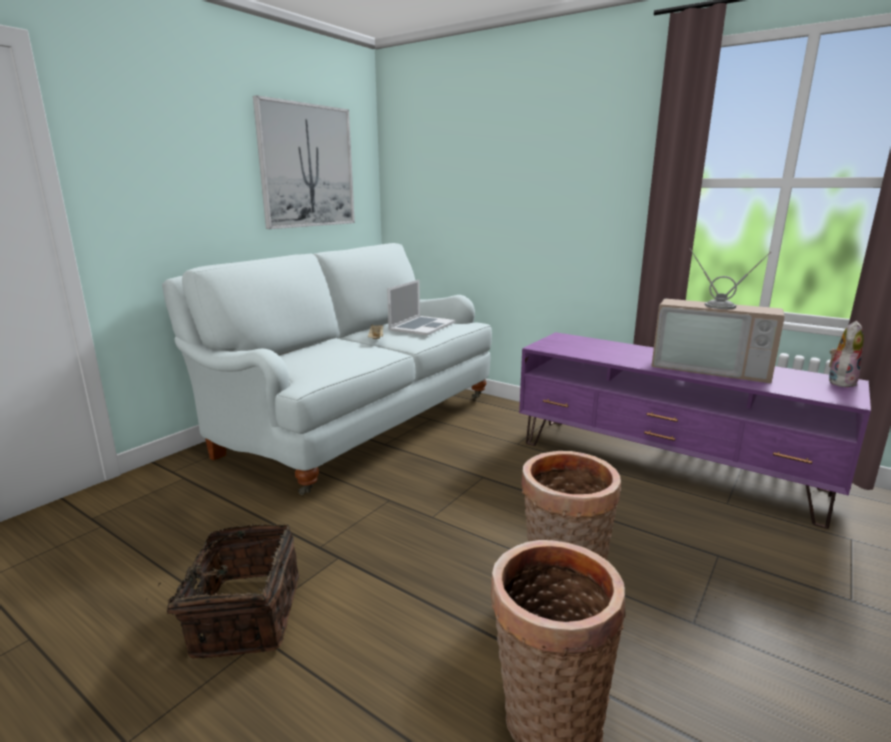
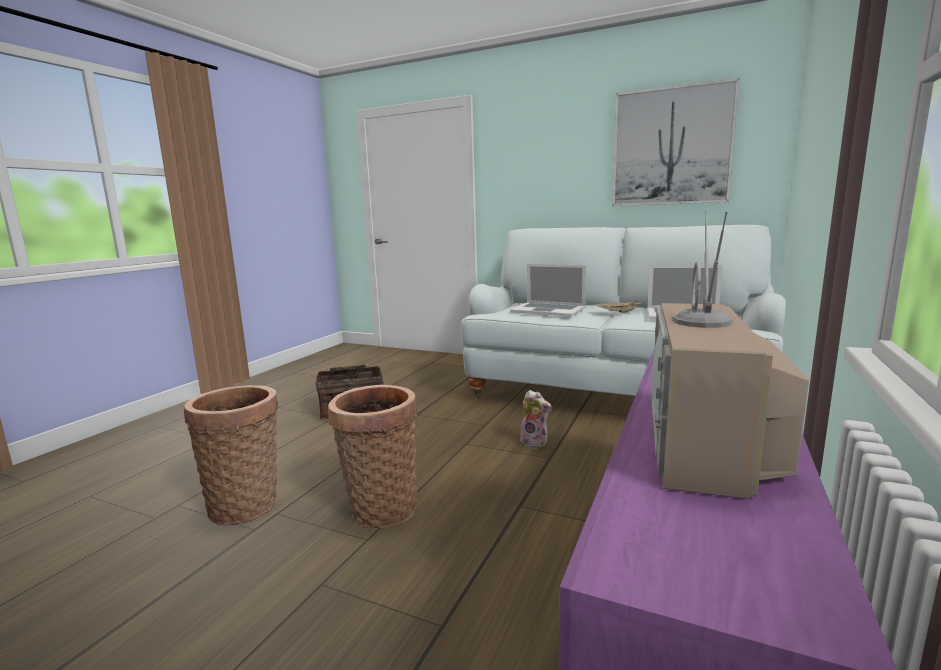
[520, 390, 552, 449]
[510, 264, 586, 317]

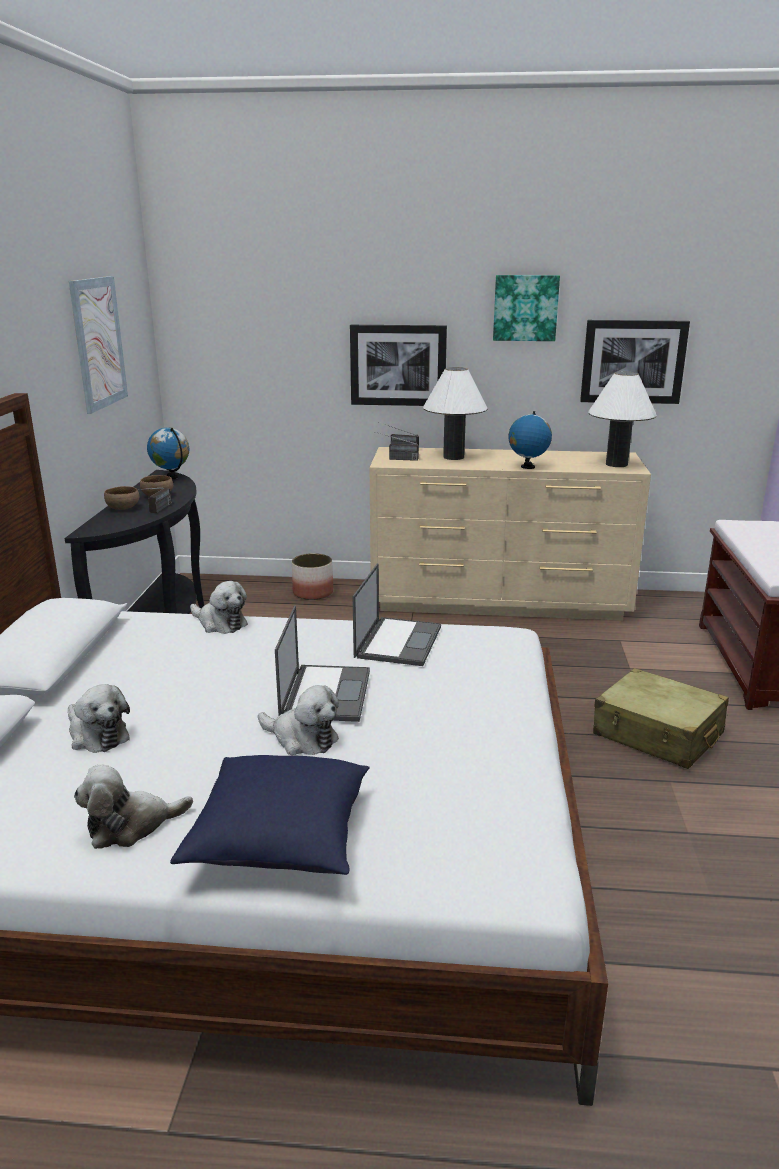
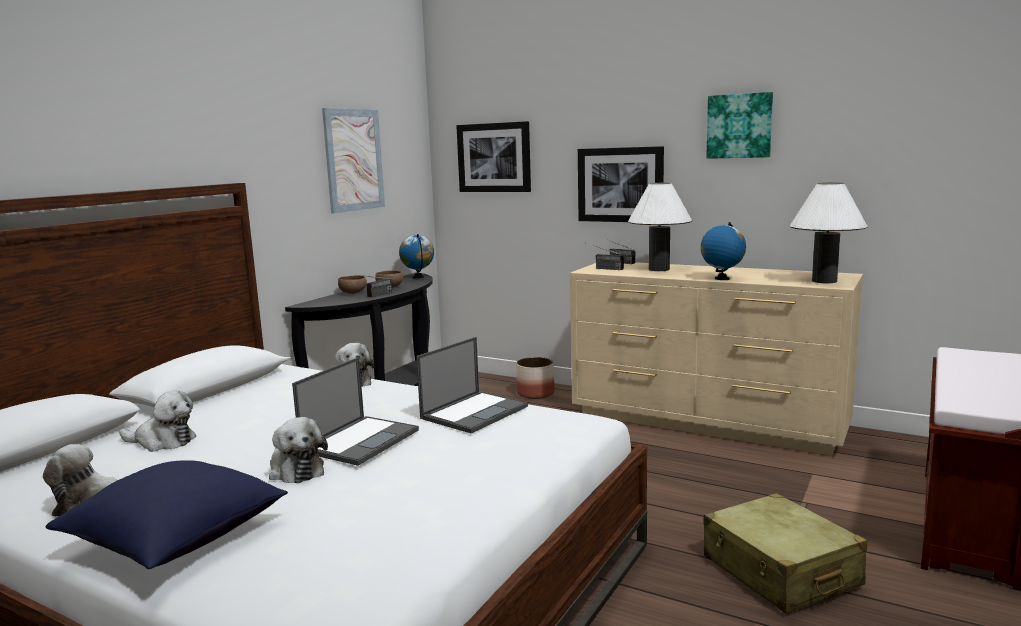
[119, 390, 196, 452]
[456, 121, 531, 192]

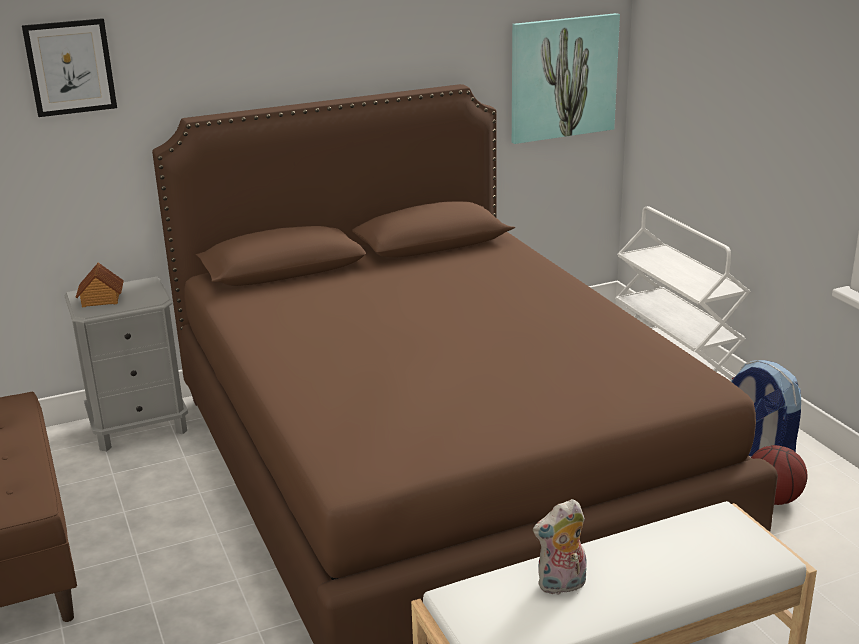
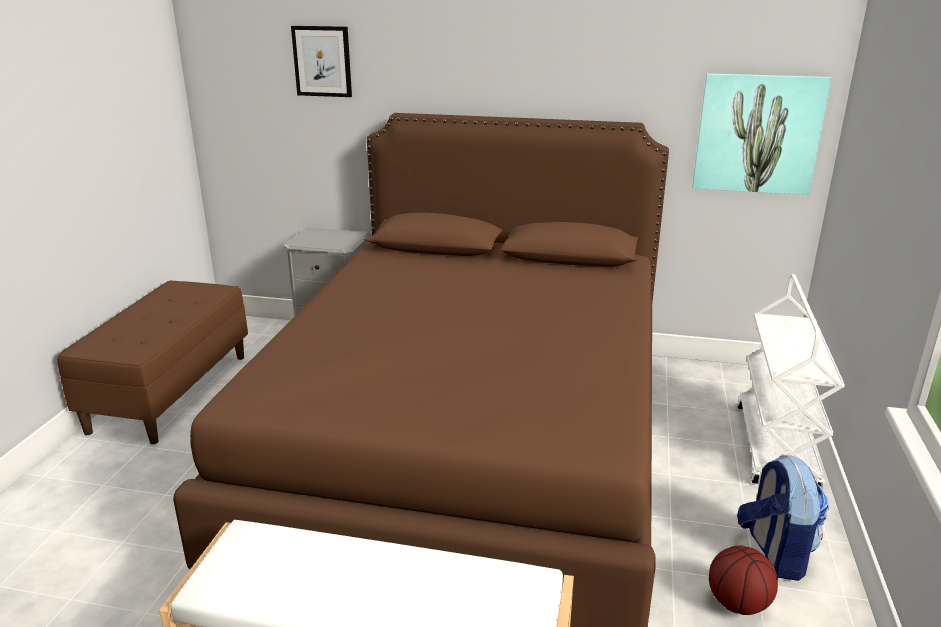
[76, 262, 124, 307] (first image)
[533, 499, 587, 595] (first image)

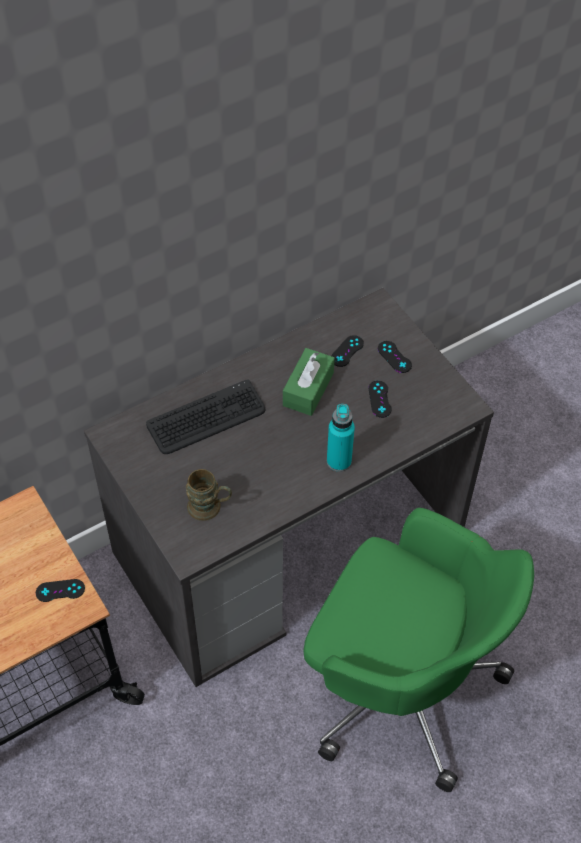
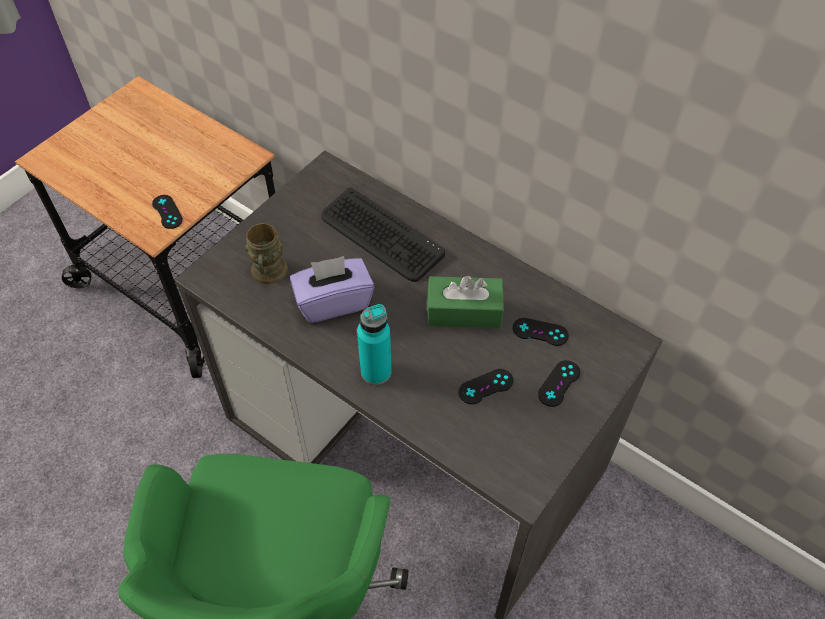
[290, 256, 375, 323]

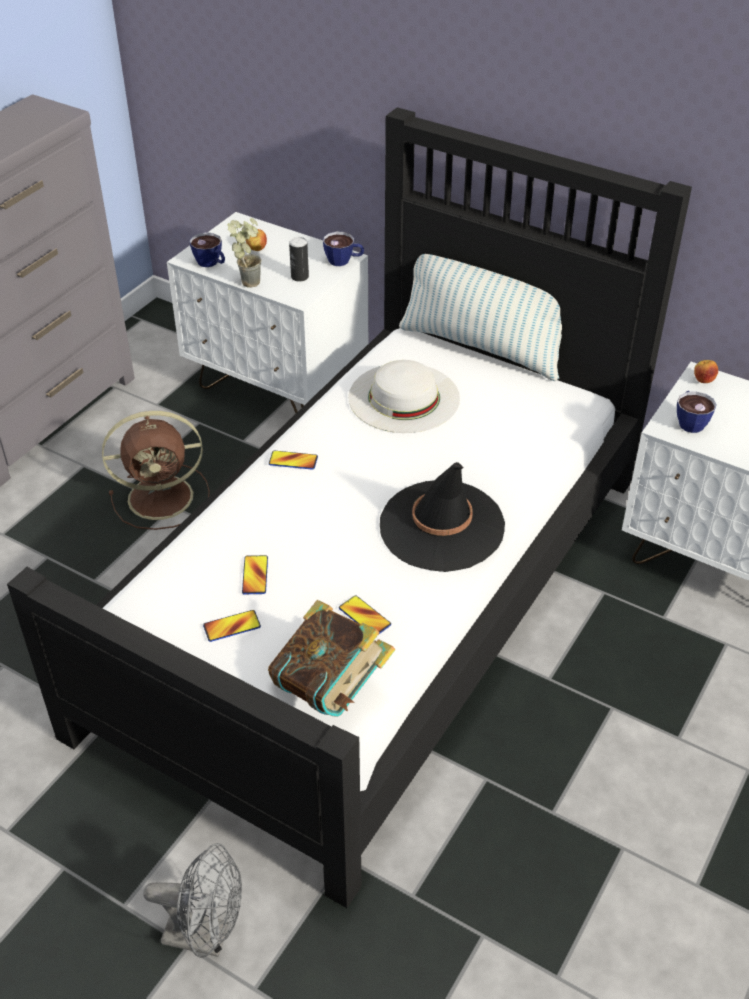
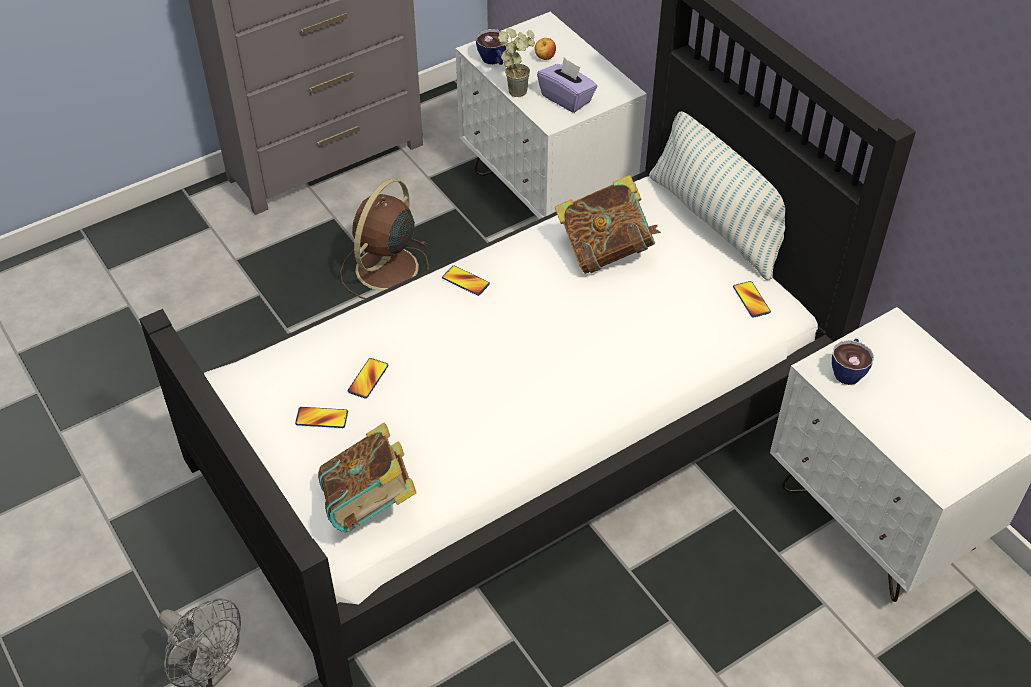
[340, 179, 429, 299]
[537, 58, 597, 113]
[323, 232, 364, 266] (first image)
[733, 281, 771, 318]
[555, 175, 661, 274]
[380, 462, 505, 572] (first image)
[694, 360, 718, 383] (first image)

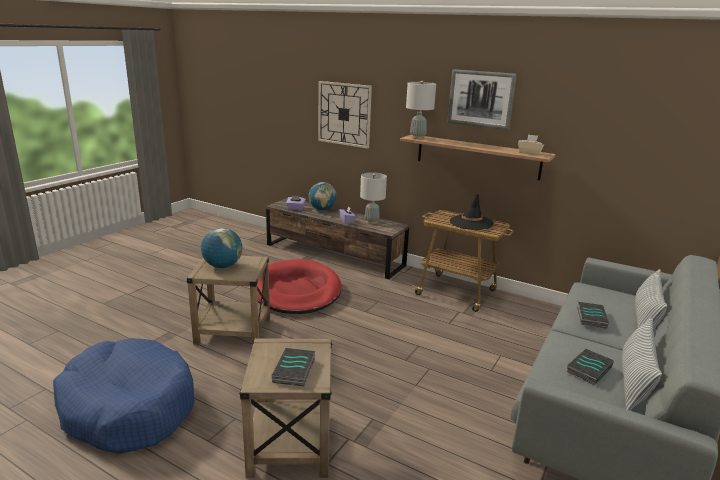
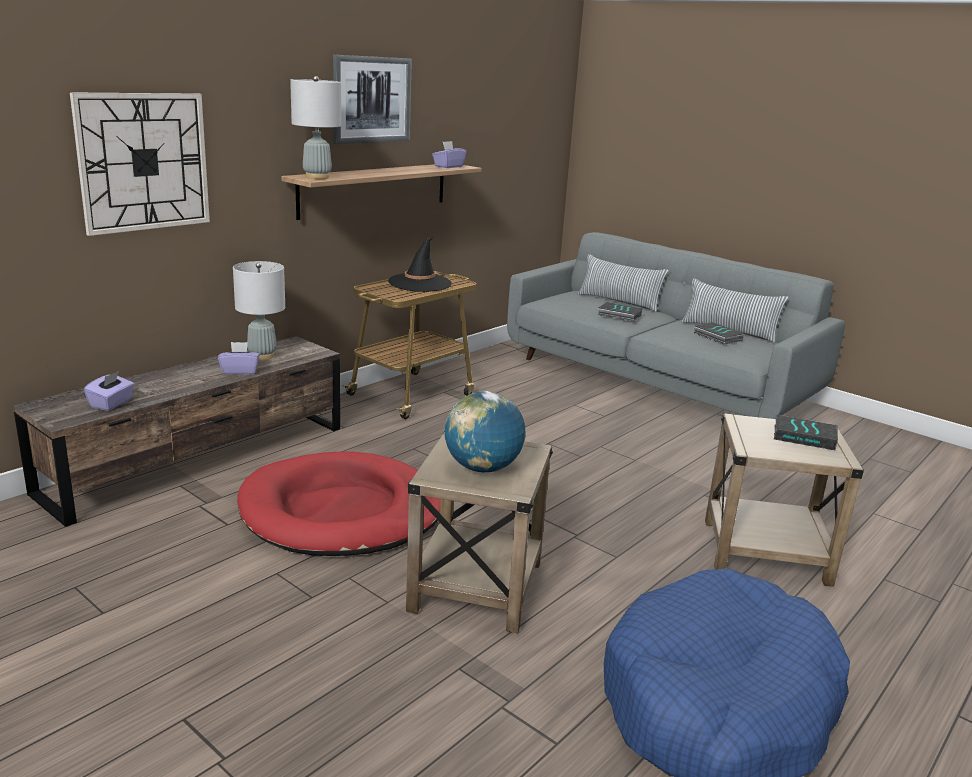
[308, 182, 337, 211] (first image)
[432, 141, 466, 168]

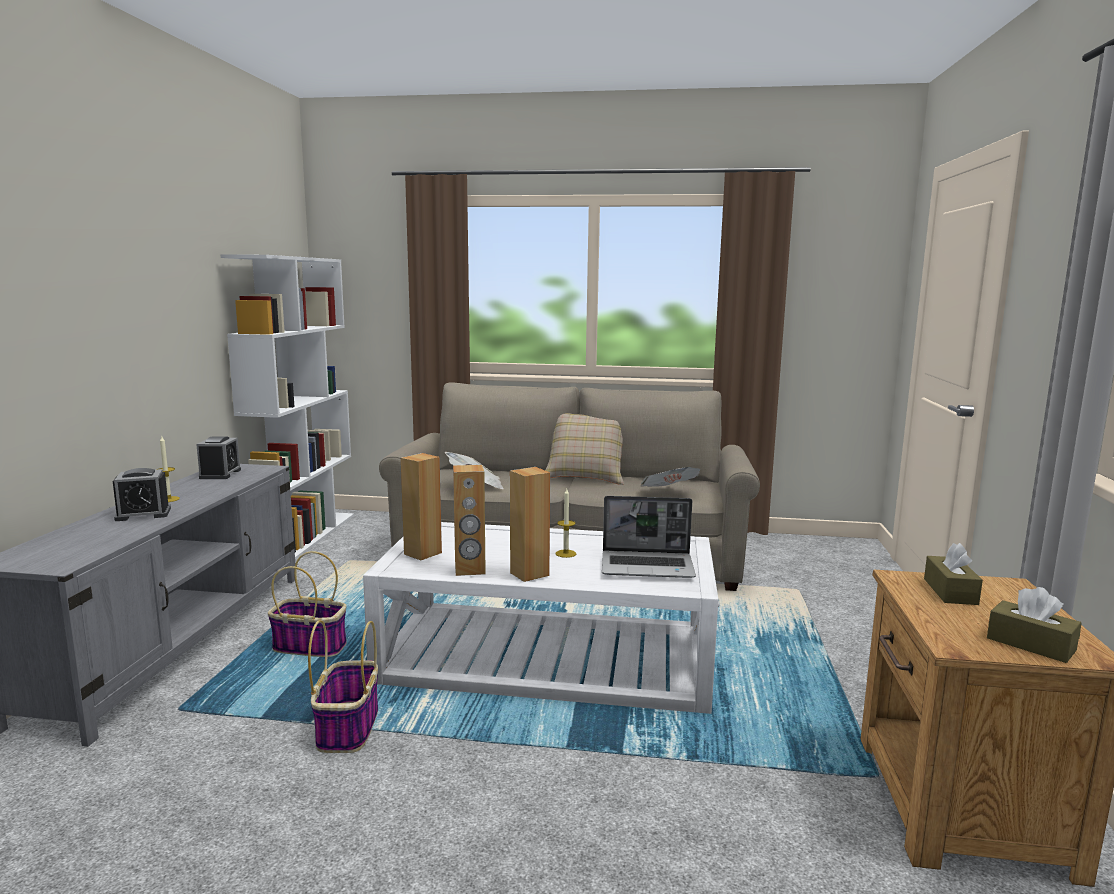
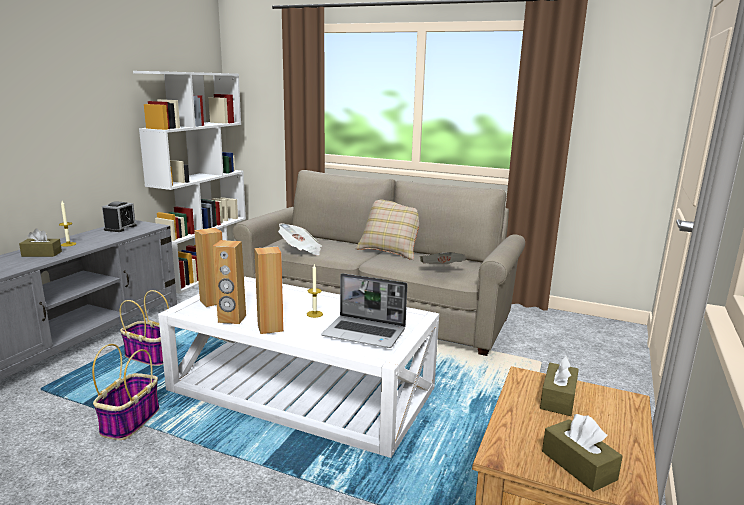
[19, 229, 62, 257]

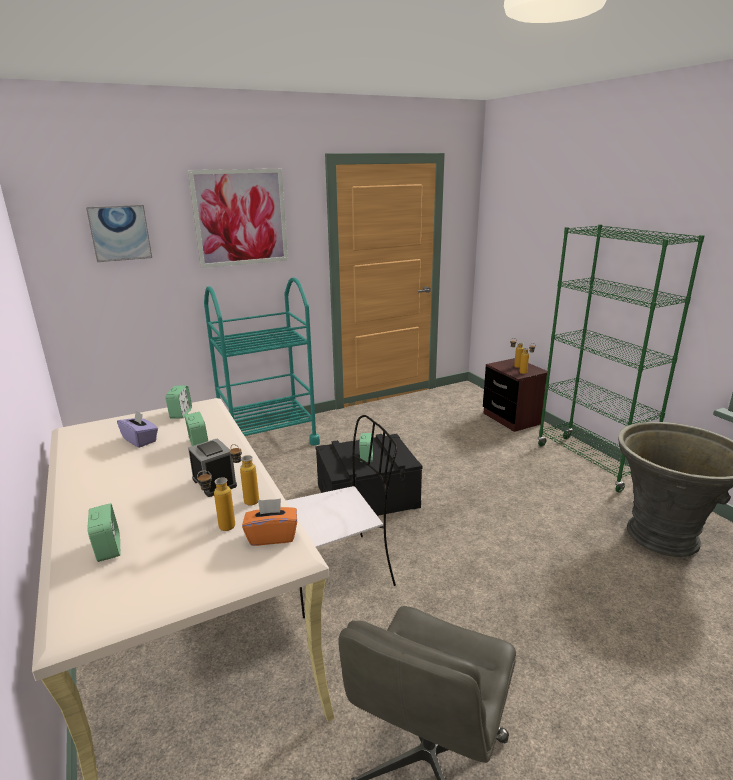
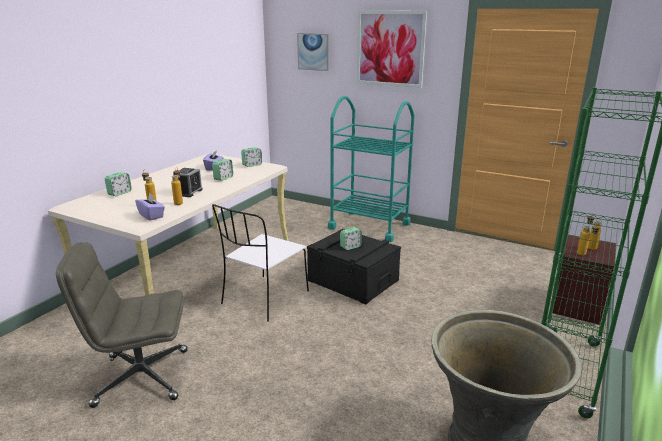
[135, 193, 165, 221]
[212, 204, 309, 321]

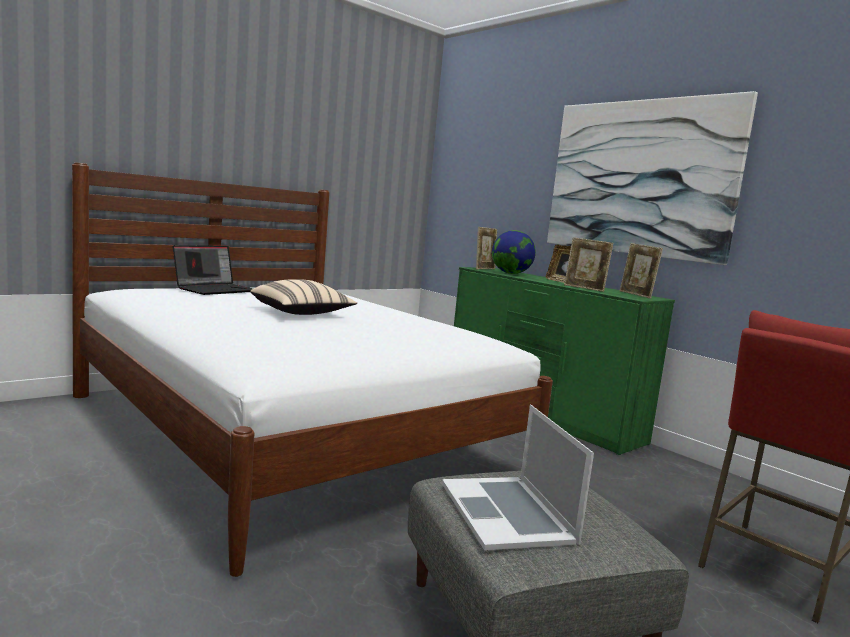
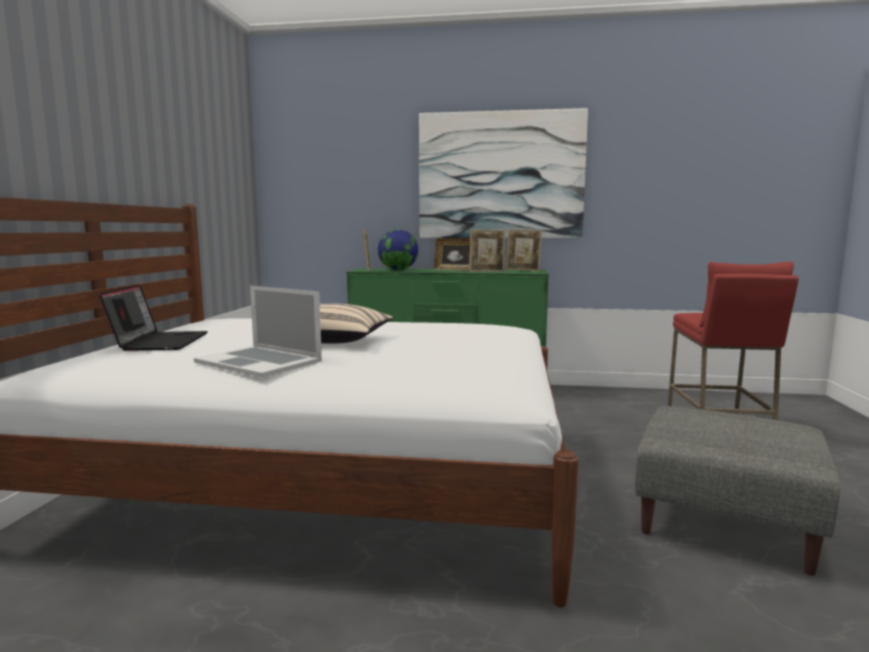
[194, 286, 322, 378]

